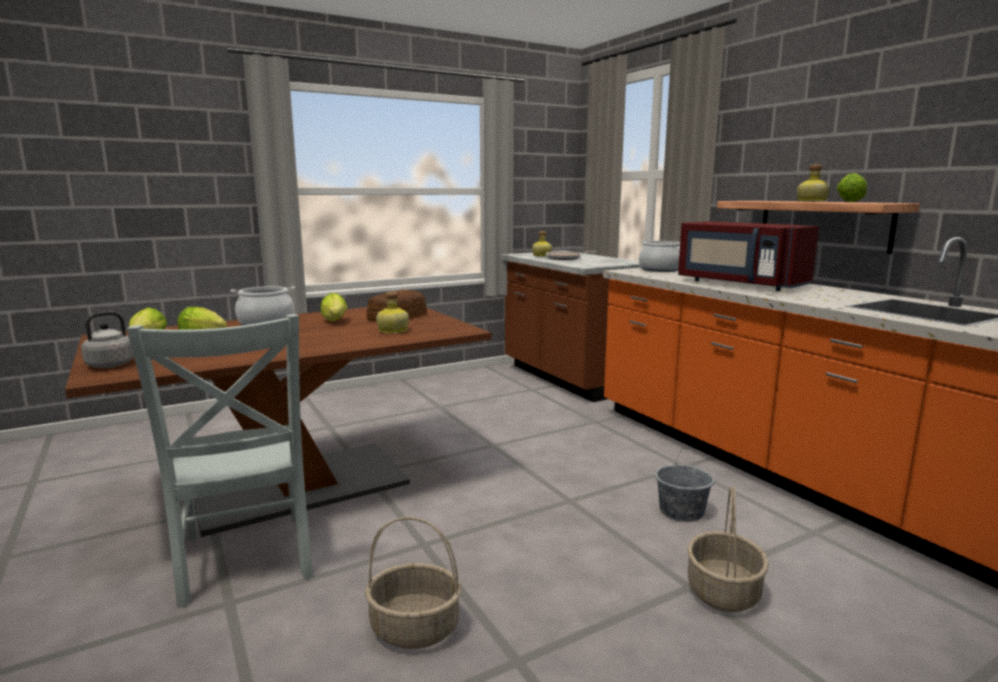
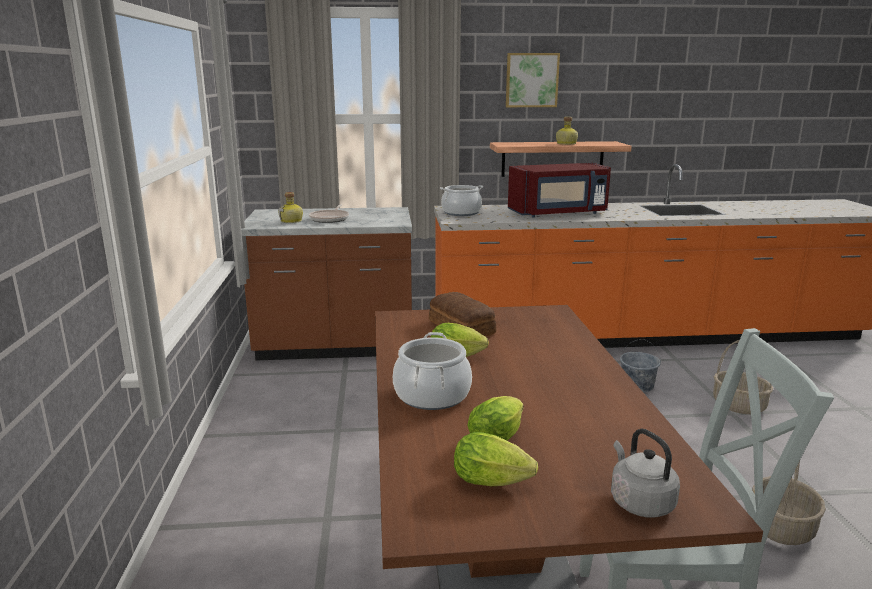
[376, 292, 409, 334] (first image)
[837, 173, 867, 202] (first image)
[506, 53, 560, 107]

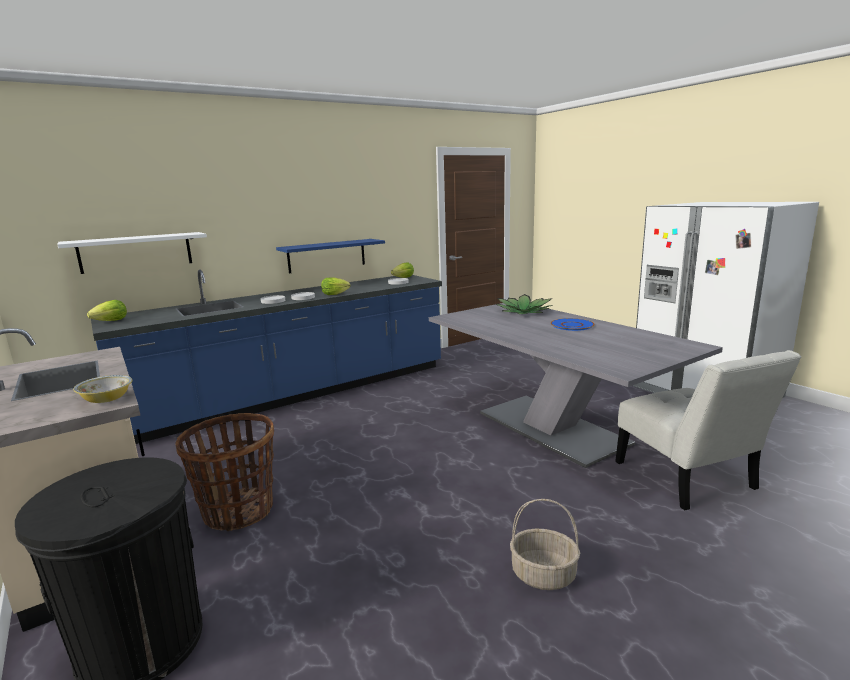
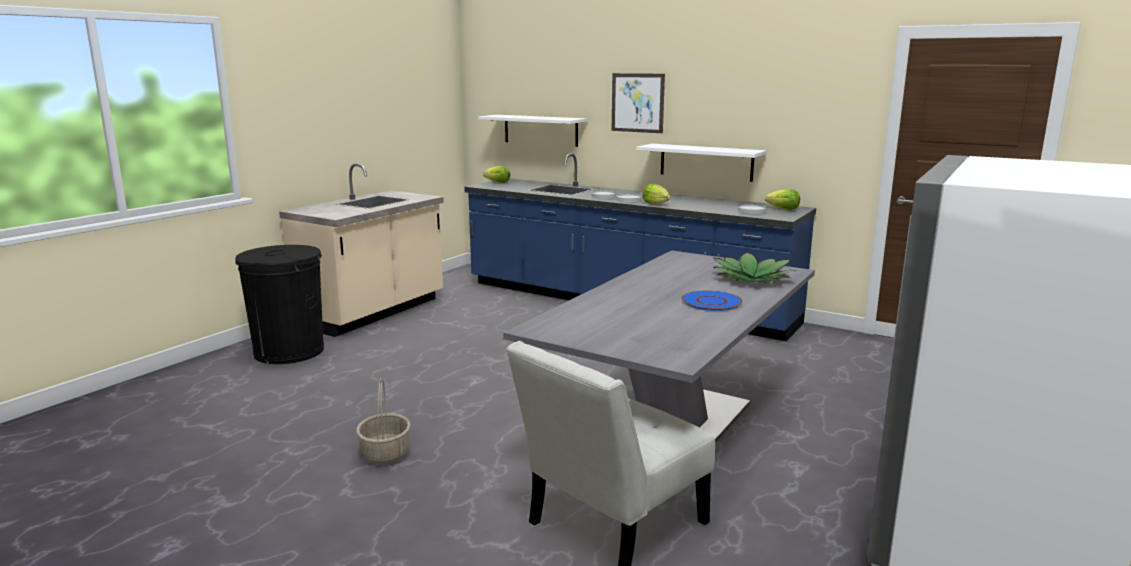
[73, 375, 132, 403] (first image)
[175, 413, 274, 531] (first image)
[636, 144, 767, 182]
[612, 73, 665, 133]

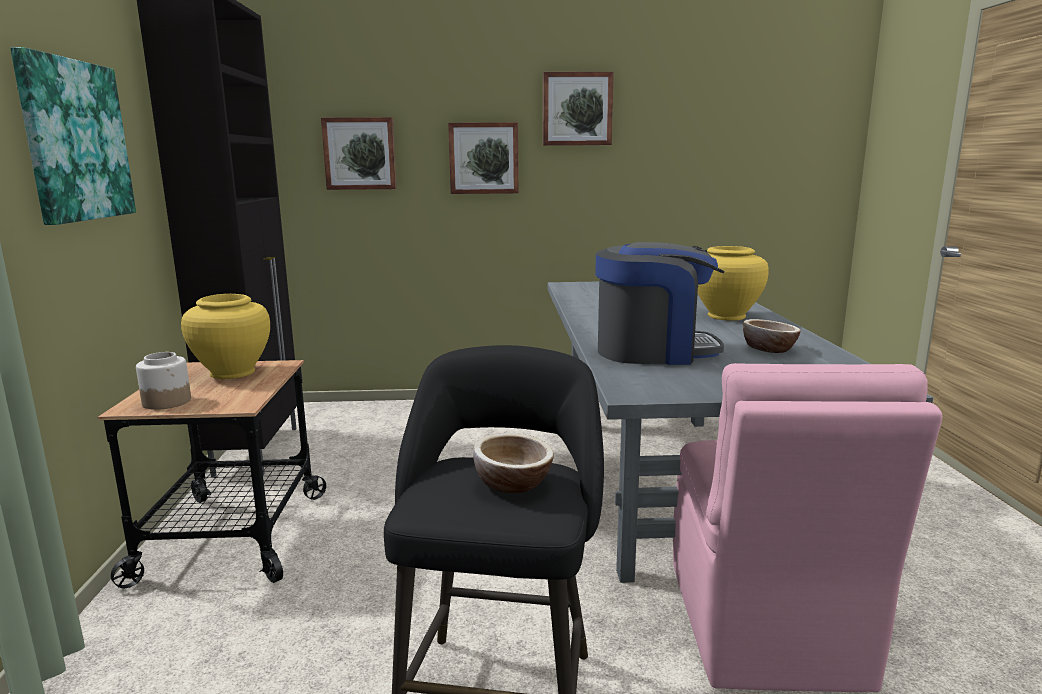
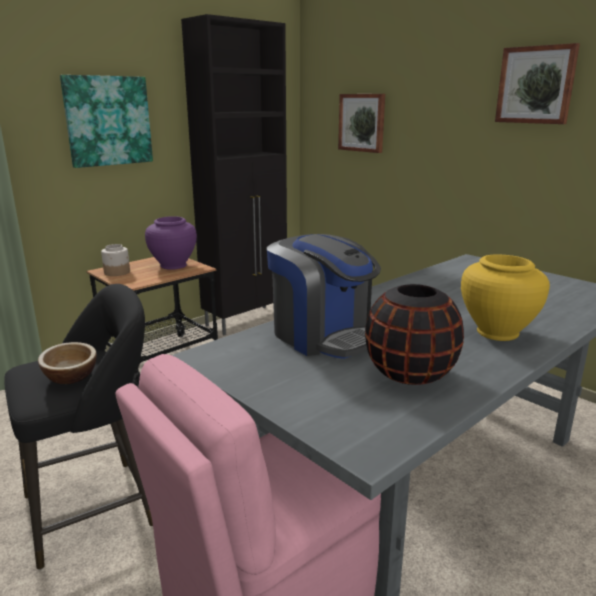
[145, 216, 197, 270]
[448, 122, 519, 194] (first image)
[365, 284, 464, 385]

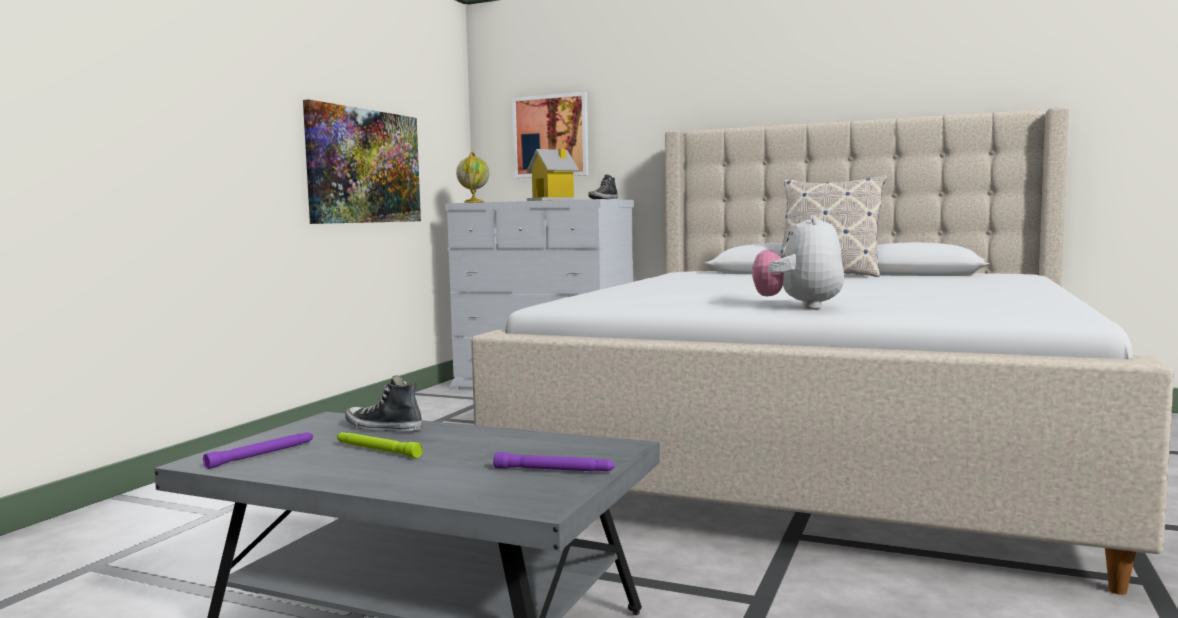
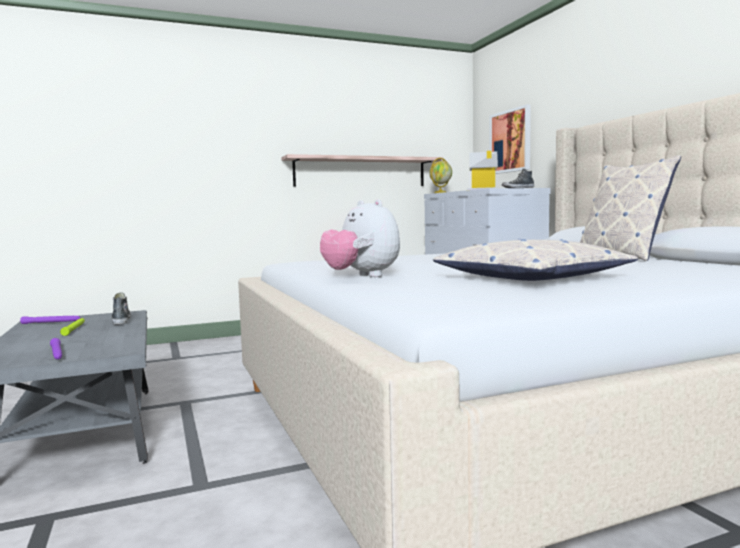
[282, 154, 443, 187]
[320, 199, 400, 277]
[433, 239, 638, 281]

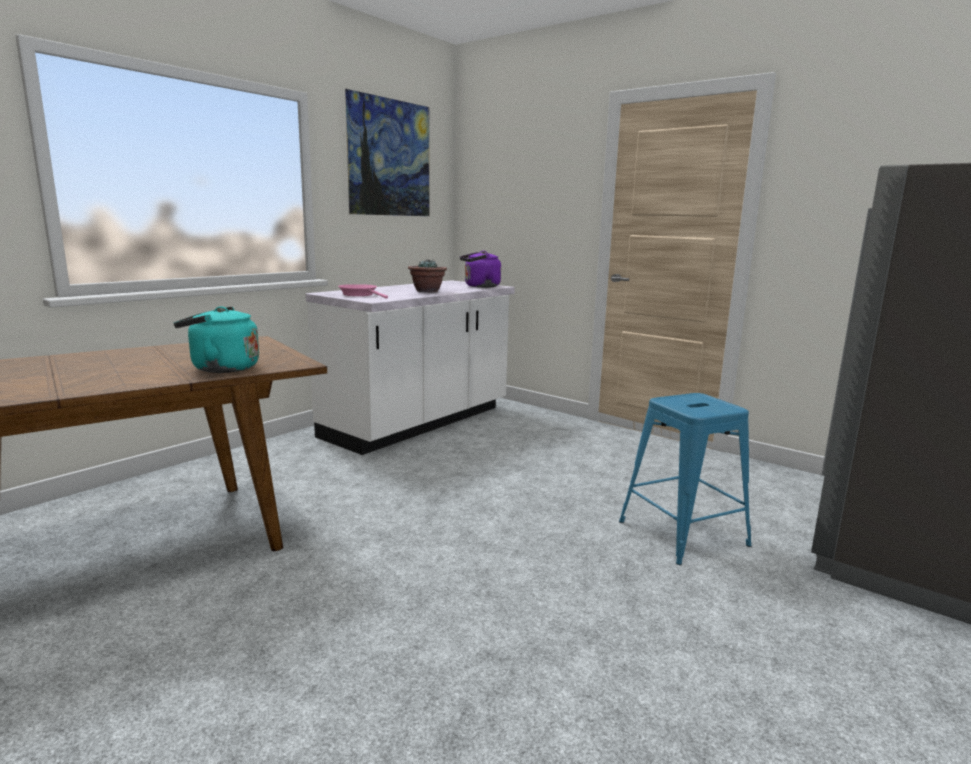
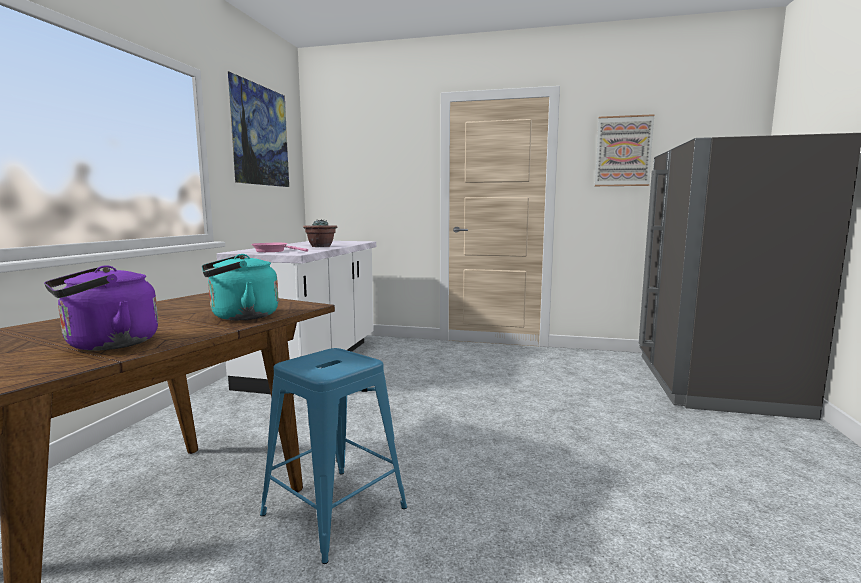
[44, 265, 158, 351]
[260, 348, 407, 564]
[595, 114, 655, 186]

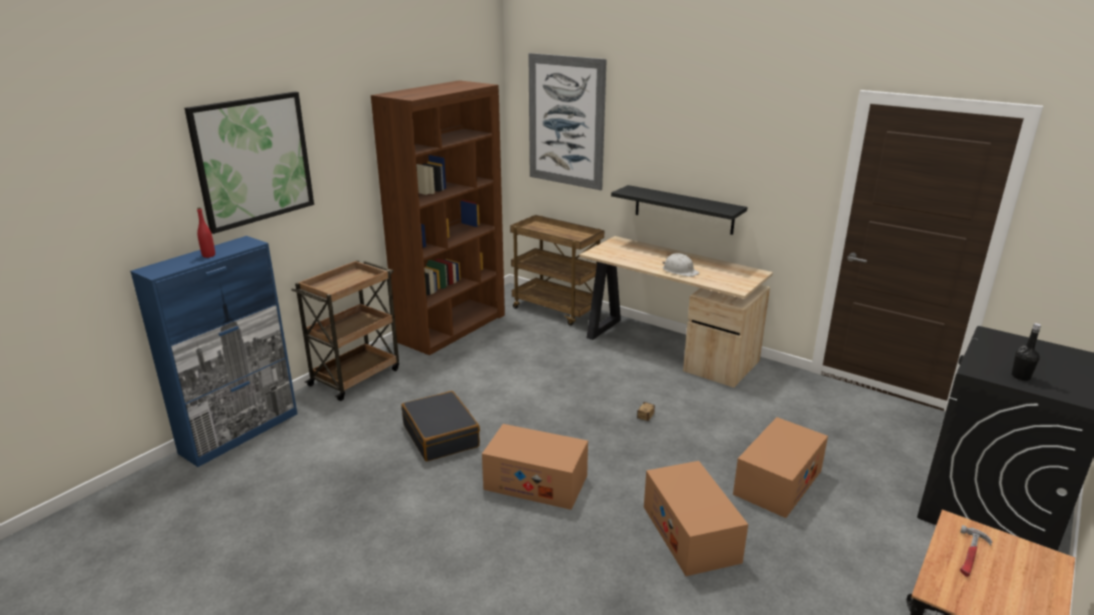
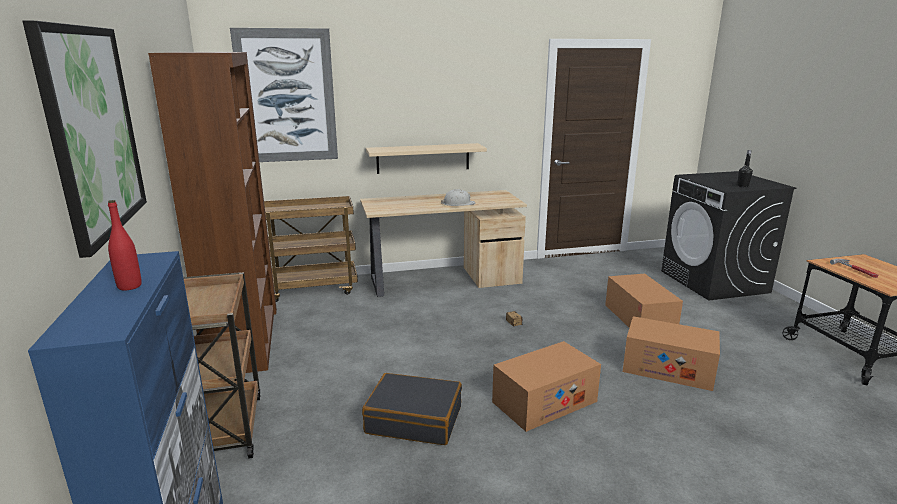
[366, 143, 487, 174]

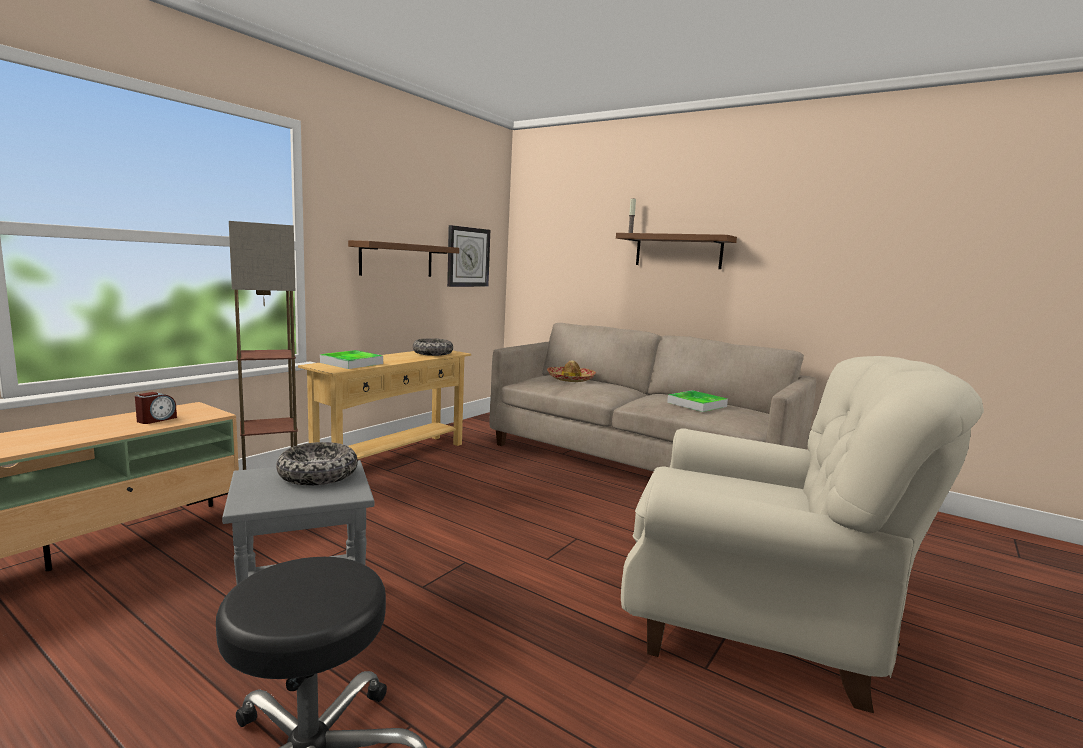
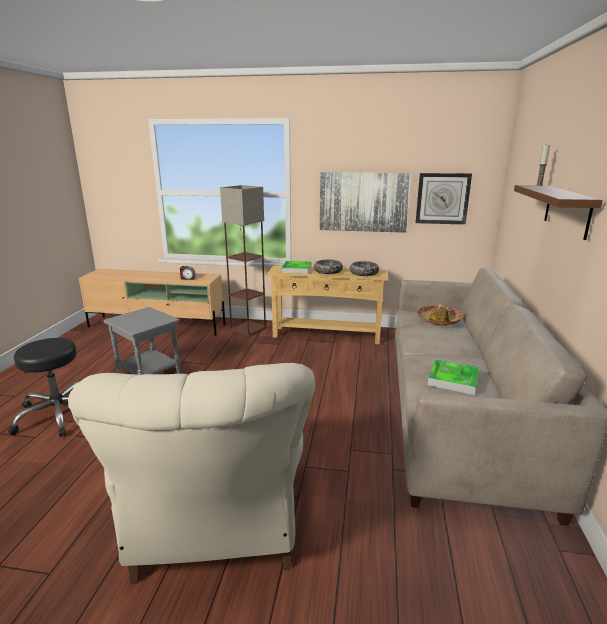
[314, 259, 343, 274]
[320, 172, 411, 233]

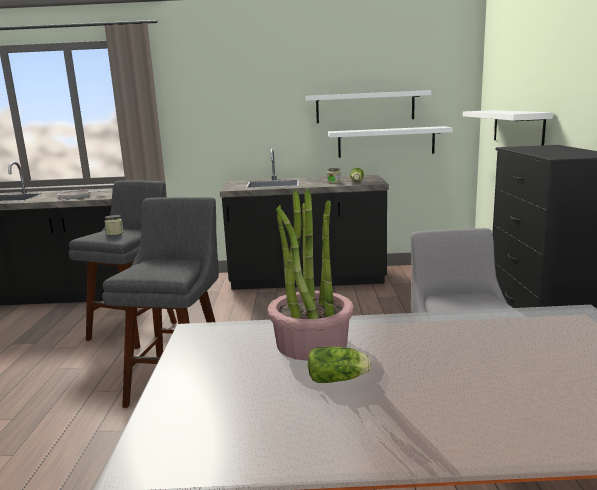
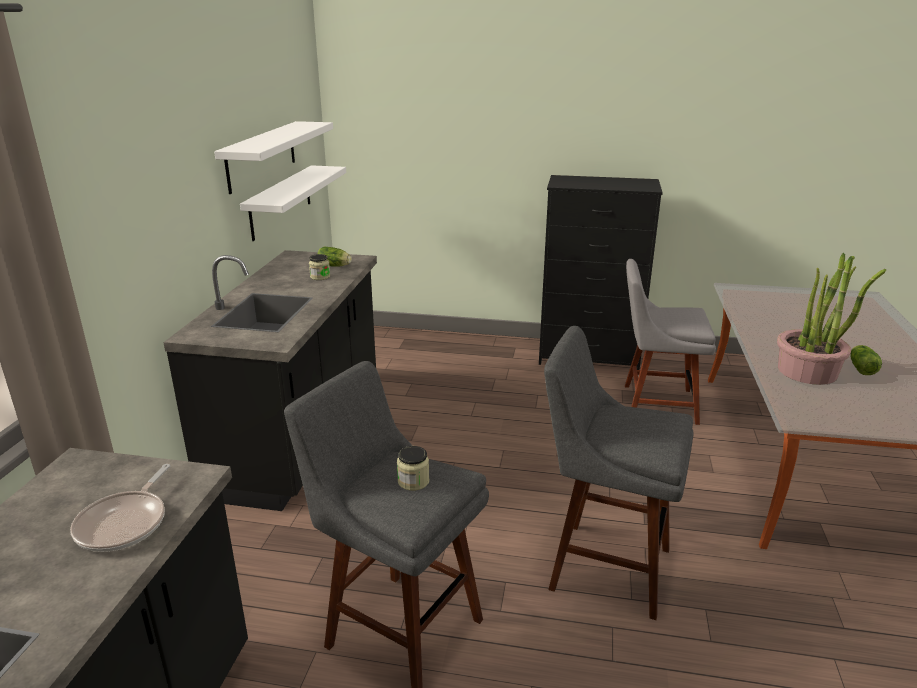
[463, 110, 553, 145] (first image)

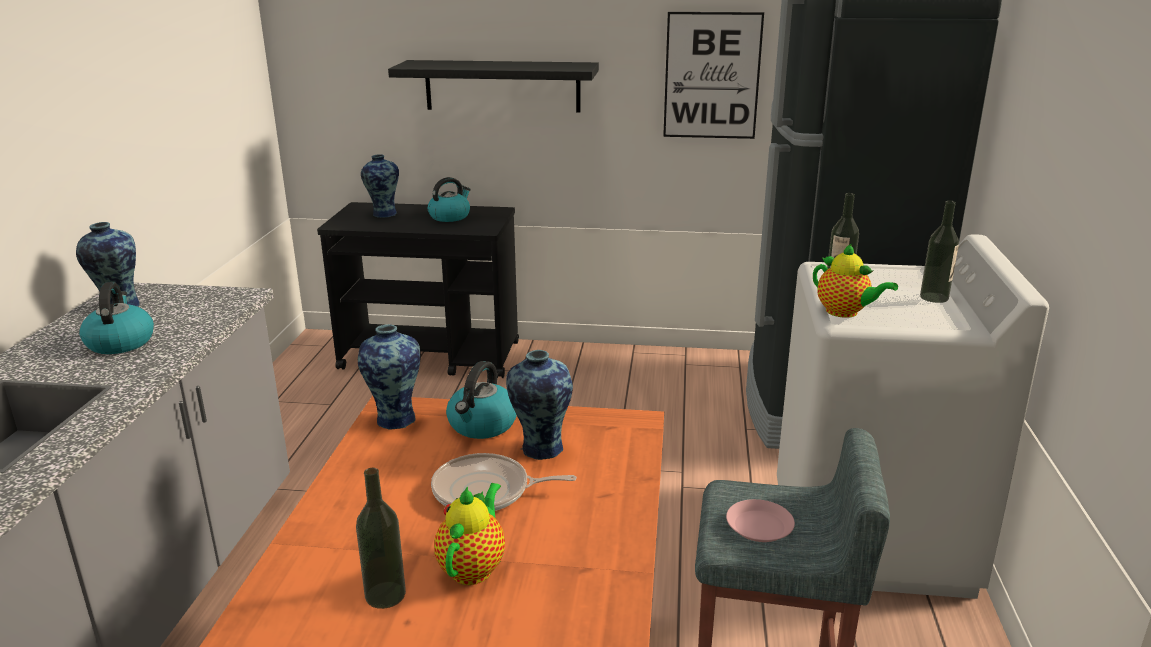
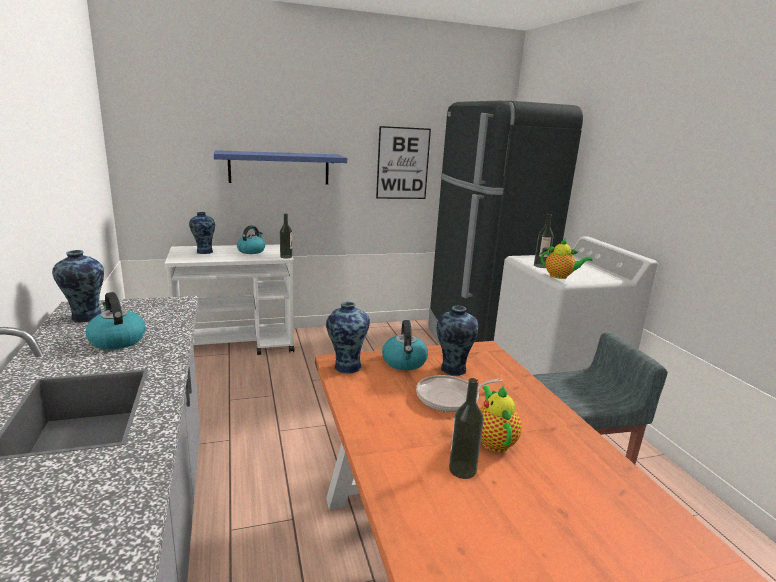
[165, 245, 294, 355]
[214, 150, 347, 185]
[726, 499, 795, 542] (first image)
[280, 213, 292, 259]

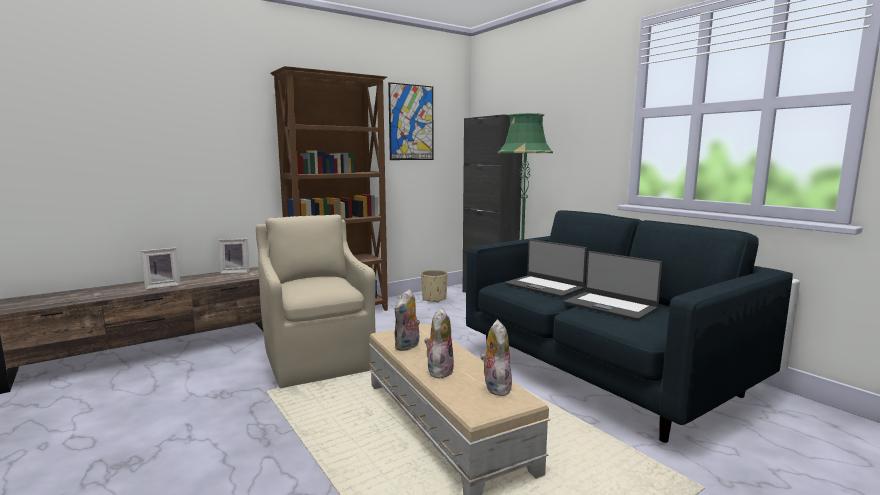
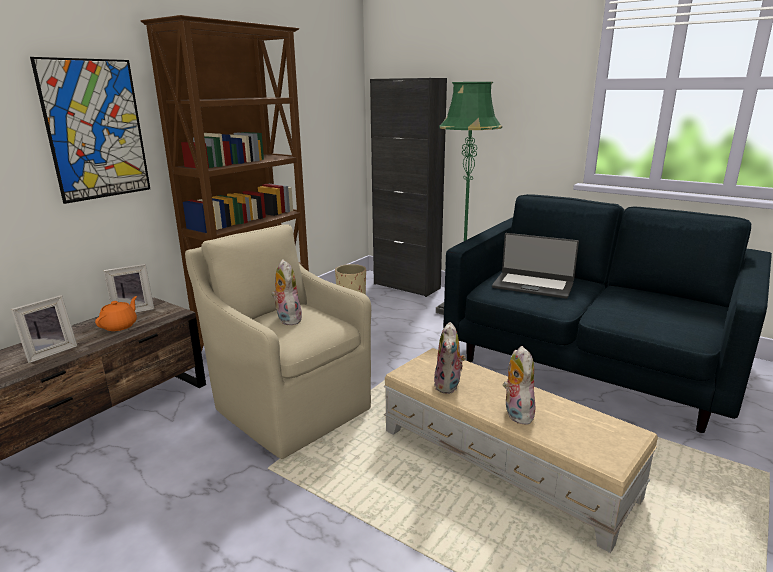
[30, 57, 150, 204]
[271, 259, 302, 325]
[564, 251, 662, 321] (first image)
[95, 296, 137, 331]

